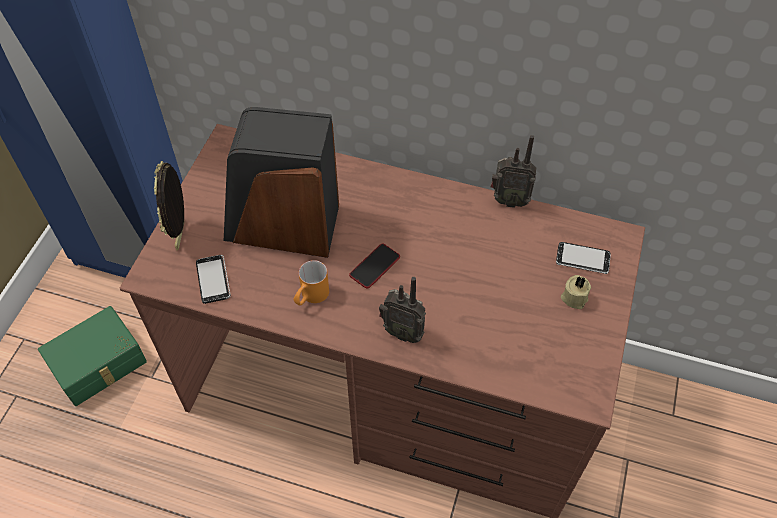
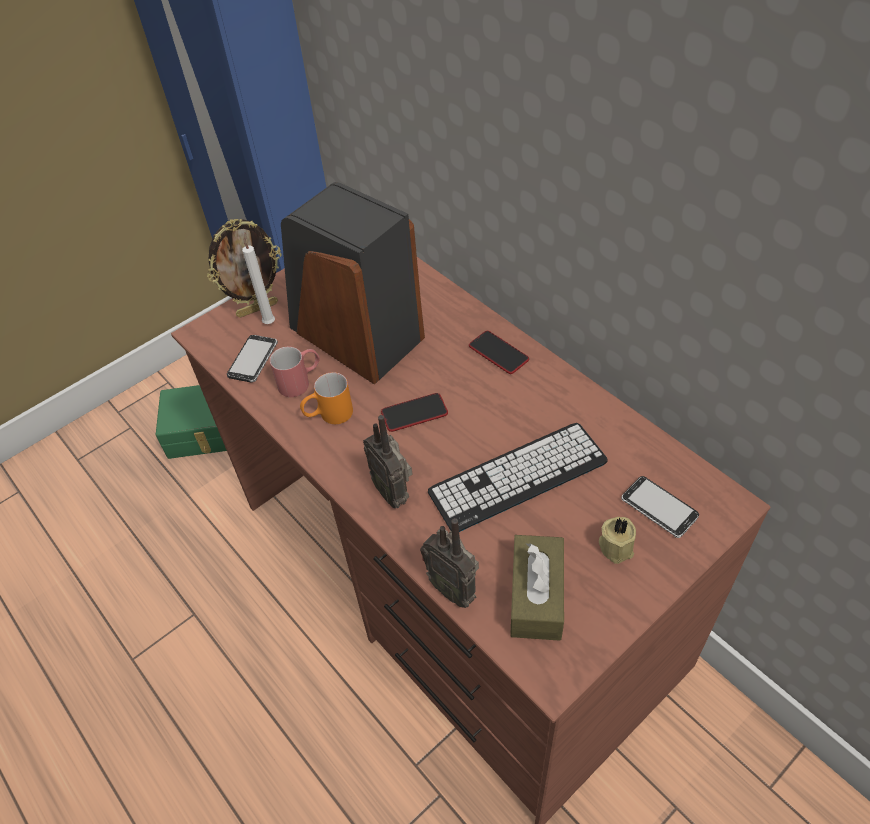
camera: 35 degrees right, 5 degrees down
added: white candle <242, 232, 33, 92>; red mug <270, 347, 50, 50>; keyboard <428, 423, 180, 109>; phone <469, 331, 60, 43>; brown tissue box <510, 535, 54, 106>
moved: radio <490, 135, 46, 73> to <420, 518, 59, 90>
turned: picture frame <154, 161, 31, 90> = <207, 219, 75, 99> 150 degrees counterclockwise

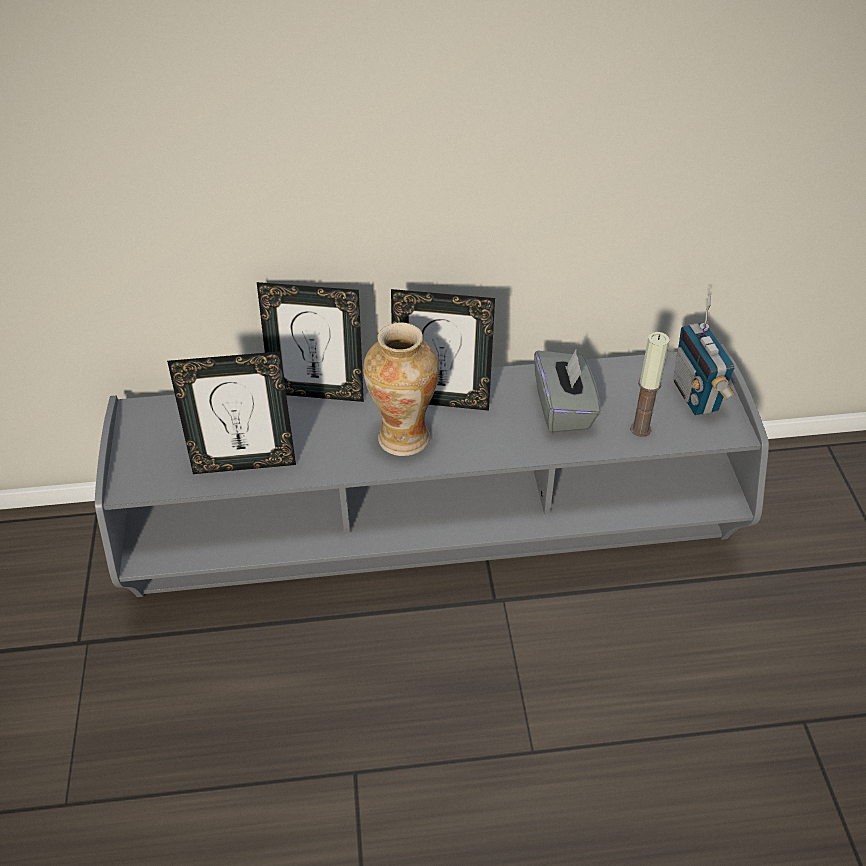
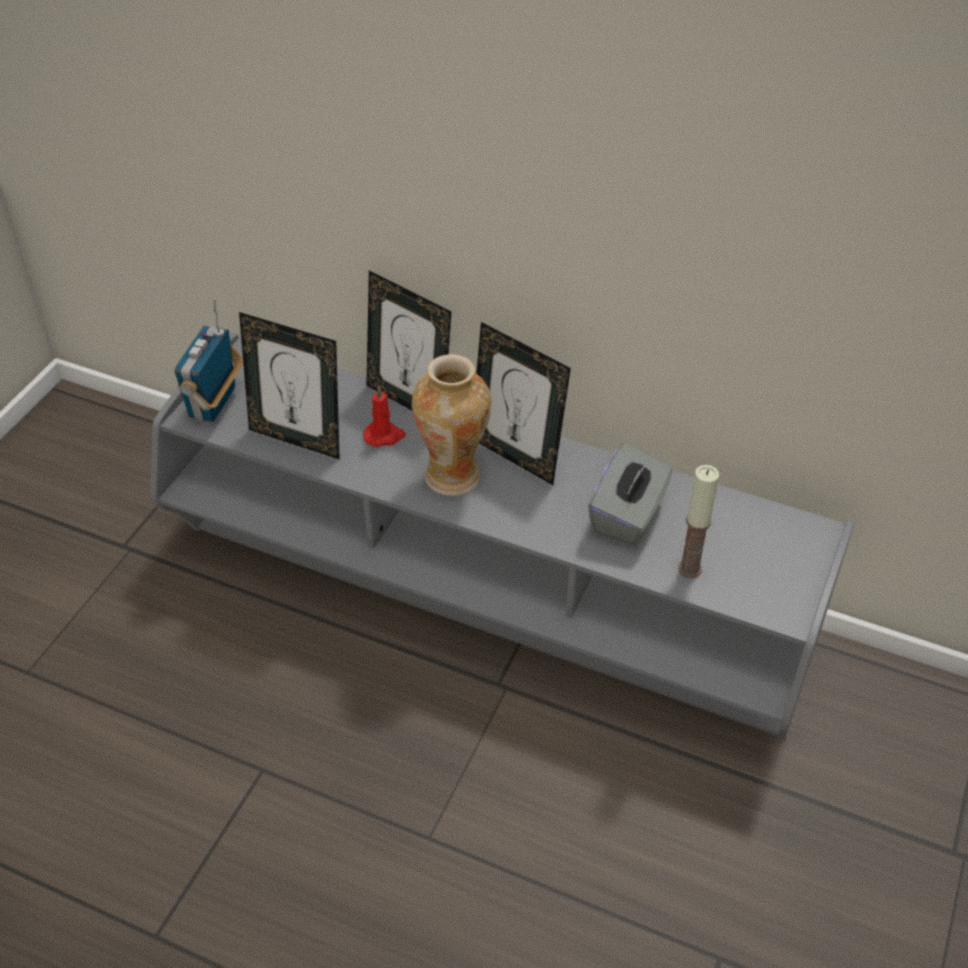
camera: 30 degrees right, 0 degrees up
added: red candle <363, 386, 43, 61>
moved: radio <673, 294, 62, 121> to <175, 298, 68, 124>

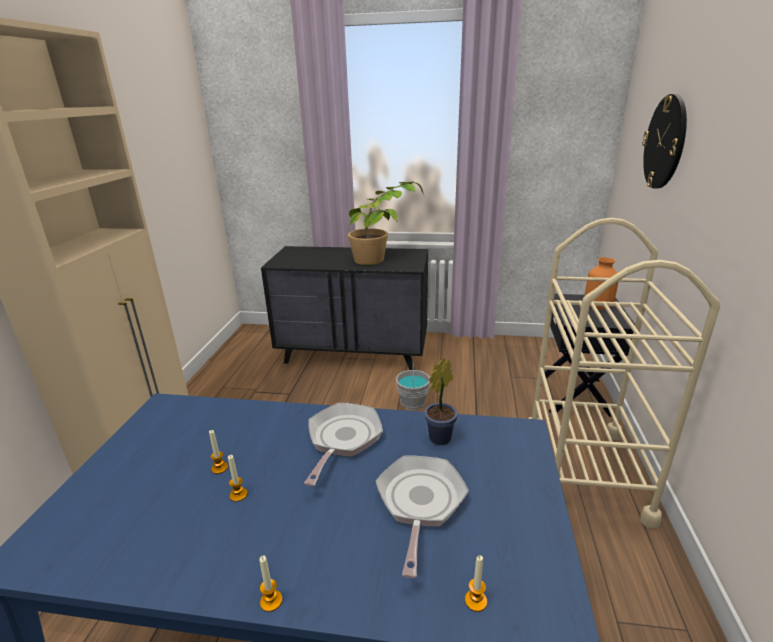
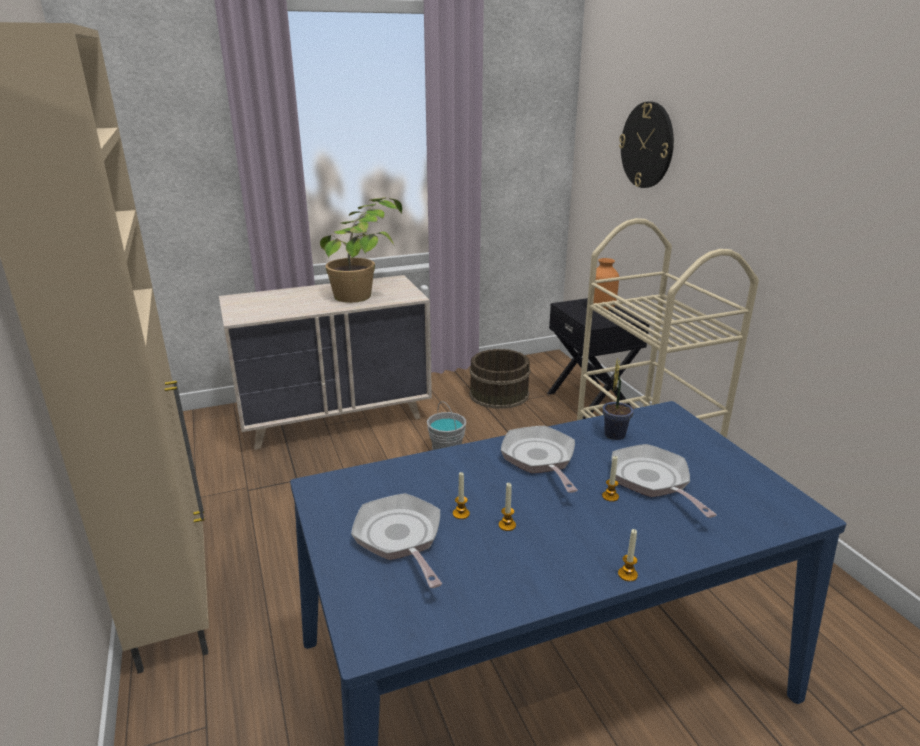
camera: 30 degrees left, 0 degrees up
added: frying pan <351, 493, 91, 95>; brown bucket <469, 349, 62, 60>
moved: candle <465, 555, 22, 57> to <602, 456, 17, 46>
recoloured: black dresser <261, 246, 167, 124> to beige dresser <219, 275, 213, 175>

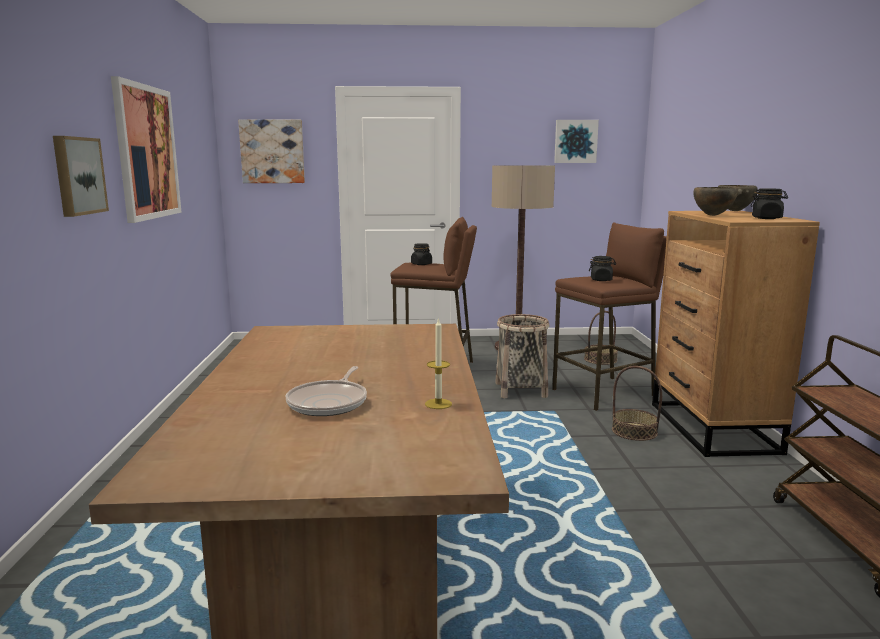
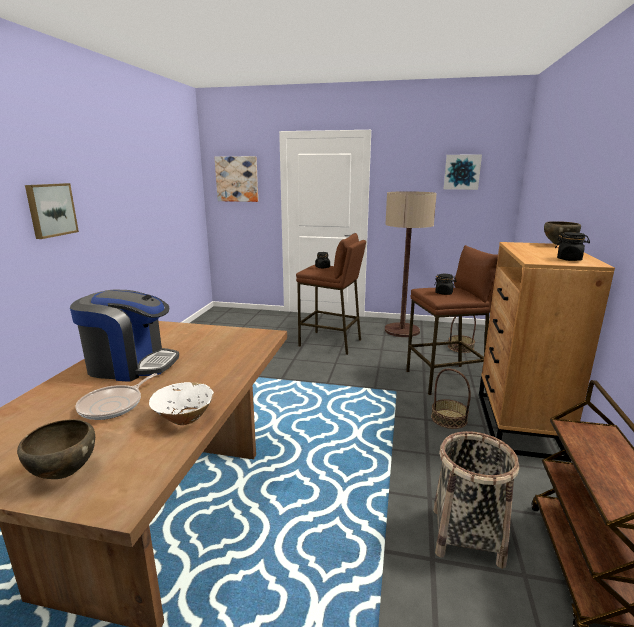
camera: 15 degrees right, 5 degrees up
removed: picture <111, 76, 71, 147>
added: coffee machine <70, 290, 109, 92>
moved: brown bowl <693, 187, 45, 29> to <17, 419, 78, 60>; basket <495, 314, 54, 84> to <433, 431, 86, 138>
replaced: candle <425, 318, 27, 91> to white bowl <149, 382, 65, 43>

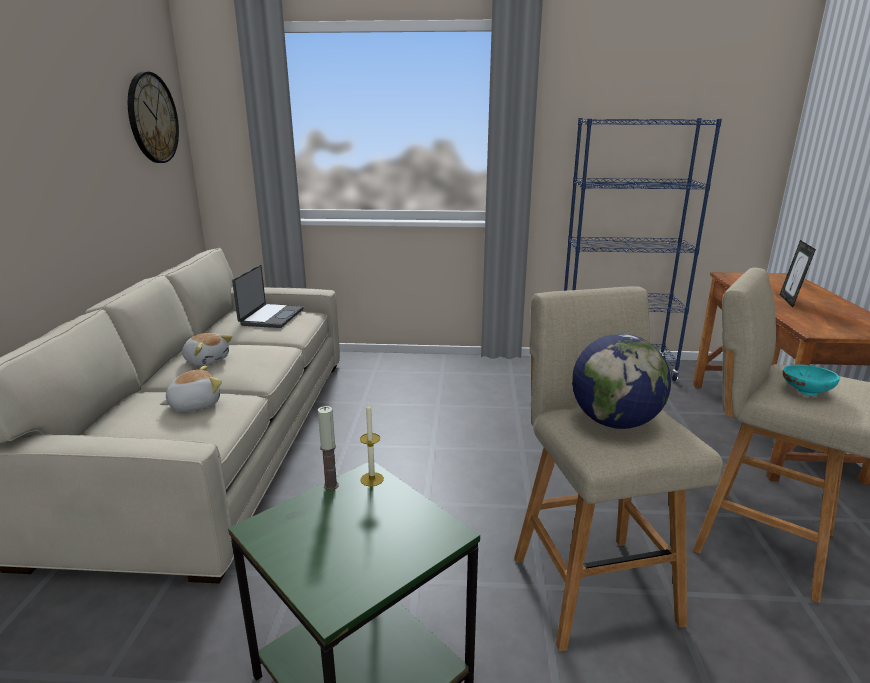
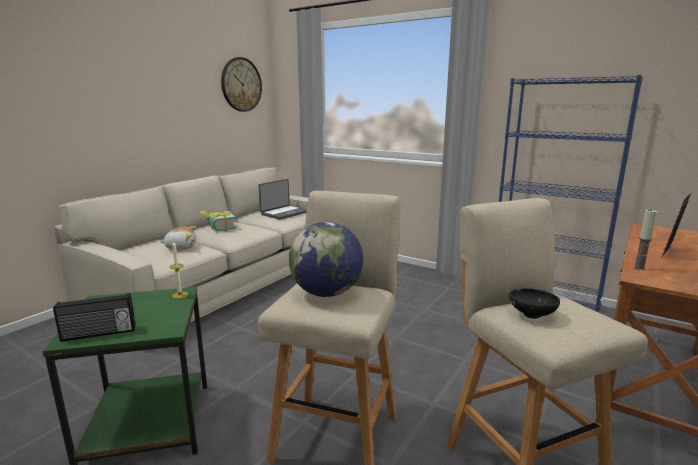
camera: 30 degrees right, 5 degrees down
added: radio <53, 293, 82, 49>
moved: candle <318, 406, 21, 84> to <633, 209, 24, 61>
replaced: plush toy <182, 333, 50, 33> to book <200, 210, 36, 21>
recoloured: turquoise bowl <783, 365, 57, 31> to black bowl <509, 288, 51, 31>

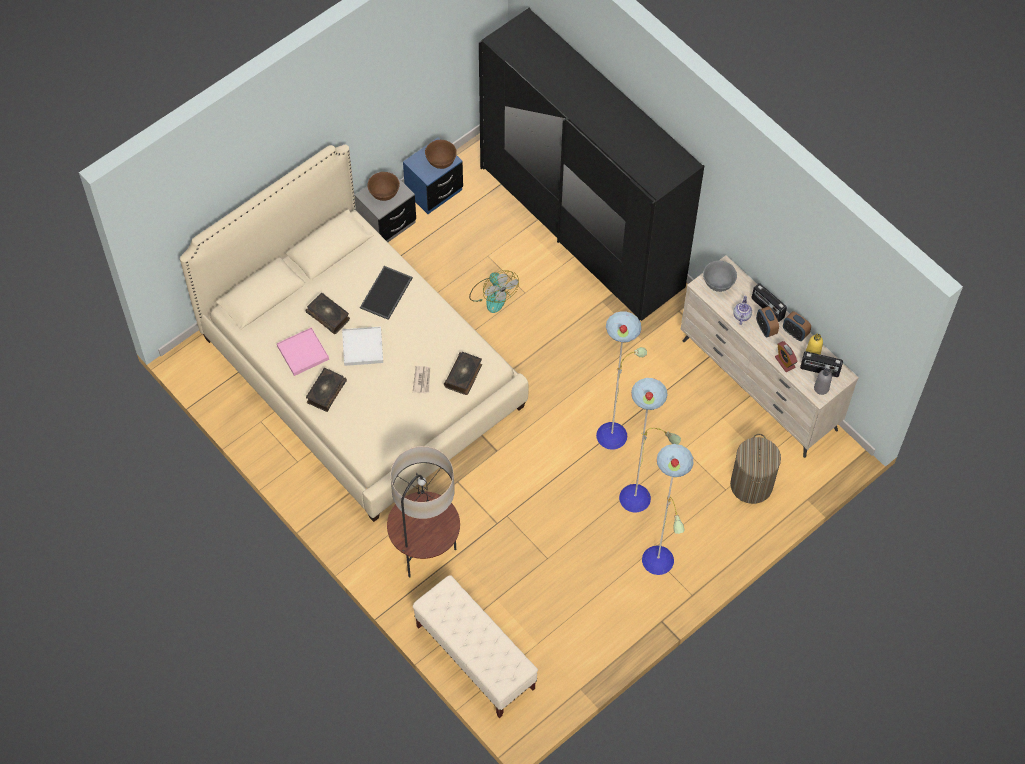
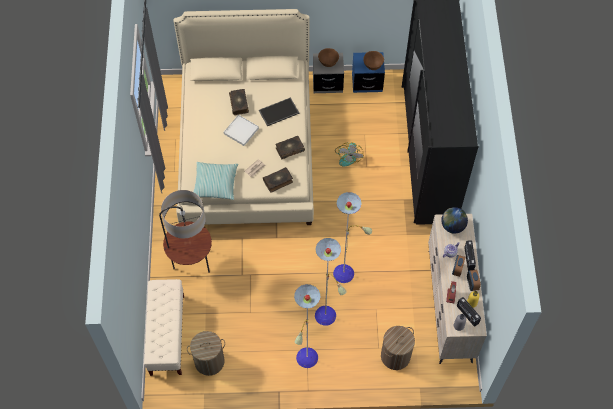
camera: 40 degrees right, 0 degrees up
removed: pink tray <277, 327, 52, 49>
added: laundry basket <187, 331, 38, 45>; pillow <193, 162, 45, 38>
moved: book <306, 368, 41, 44> to <275, 136, 30, 23>
replaced: grey bowl <703, 261, 34, 31> to globe <441, 207, 27, 27>

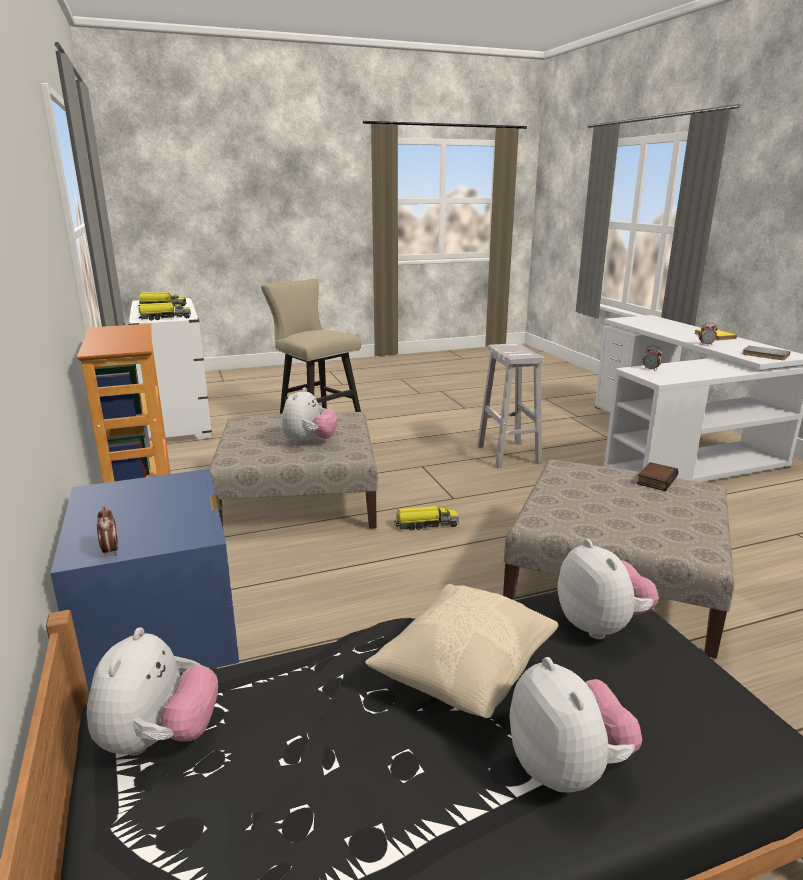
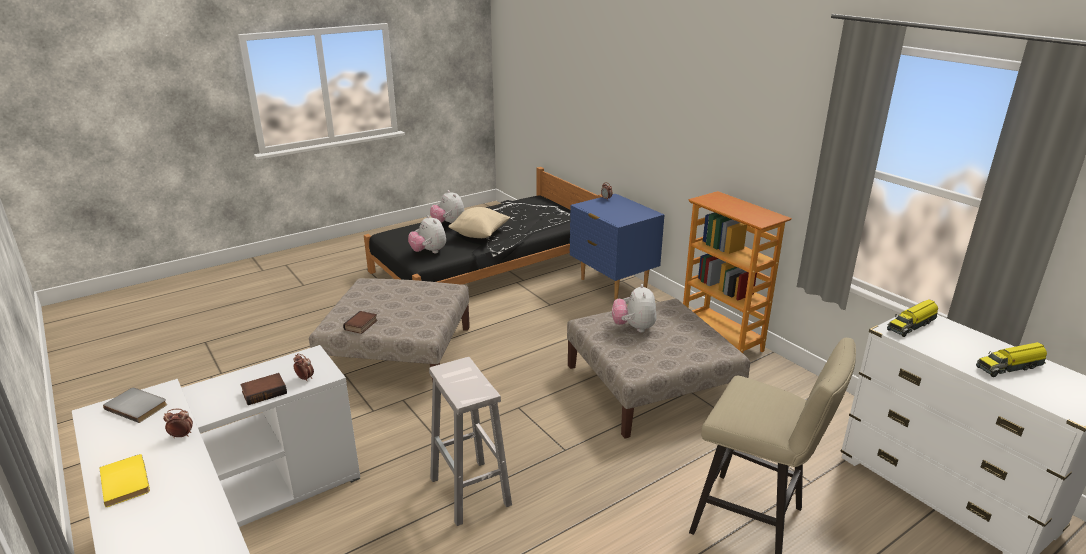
camera: 165 degrees right, 5 degrees up
removed: plush toy <87, 627, 131, 129>; toy truck <394, 506, 65, 24>
added: book <240, 373, 47, 32>

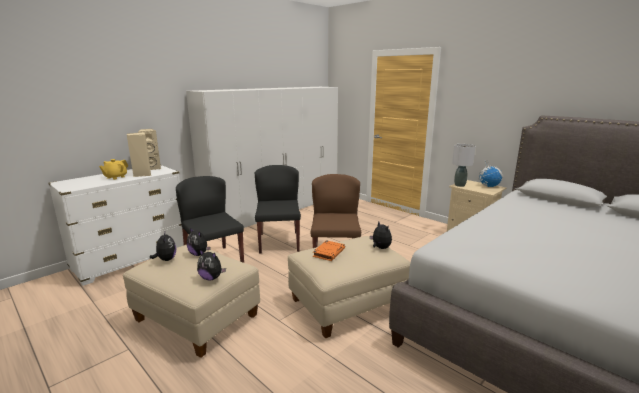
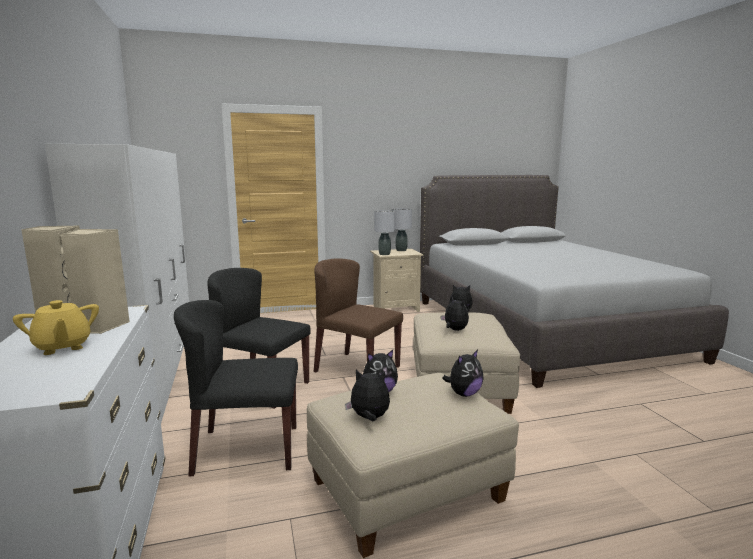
camera: 60 degrees left, 5 degrees down
replaced: globe <478, 160, 25, 27> to grey table lamp <392, 208, 20, 43>; orange book <313, 240, 32, 21> to plush toy <441, 296, 28, 35>

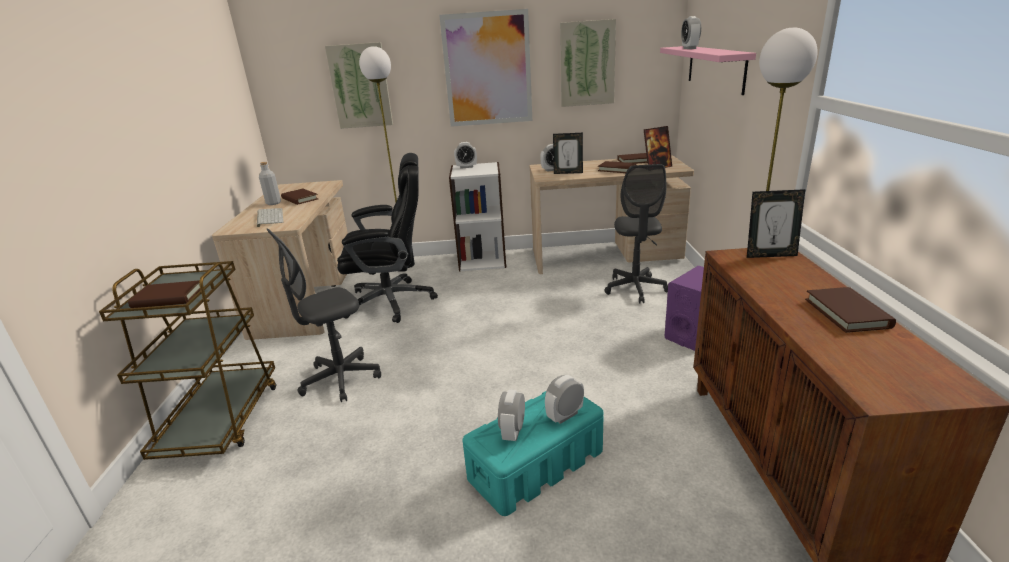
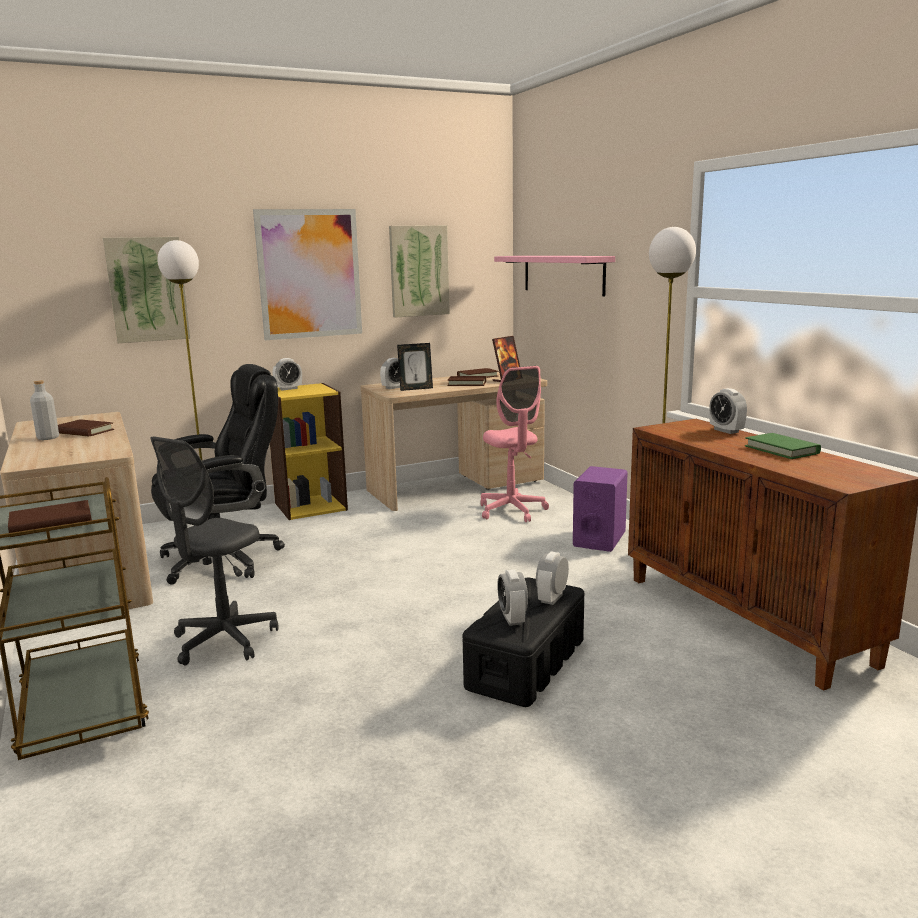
camera: 25 degrees left, 10 degrees down
removed: keyboard <257, 208, 27, 19>; picture frame <747, 189, 58, 69>
moved: alarm clock <681, 16, 20, 33> to <709, 388, 38, 46>
recoloured: white bookcase <449, 162, 57, 109> to yellow bookcase <270, 383, 78, 137>; turquoise storage box <463, 391, 141, 125> to black storage box <462, 577, 122, 130>; grey office chair <604, 164, 64, 139> to pink office chair <480, 366, 69, 156>; brown book <805, 287, 91, 46> to green book <745, 433, 76, 26>

